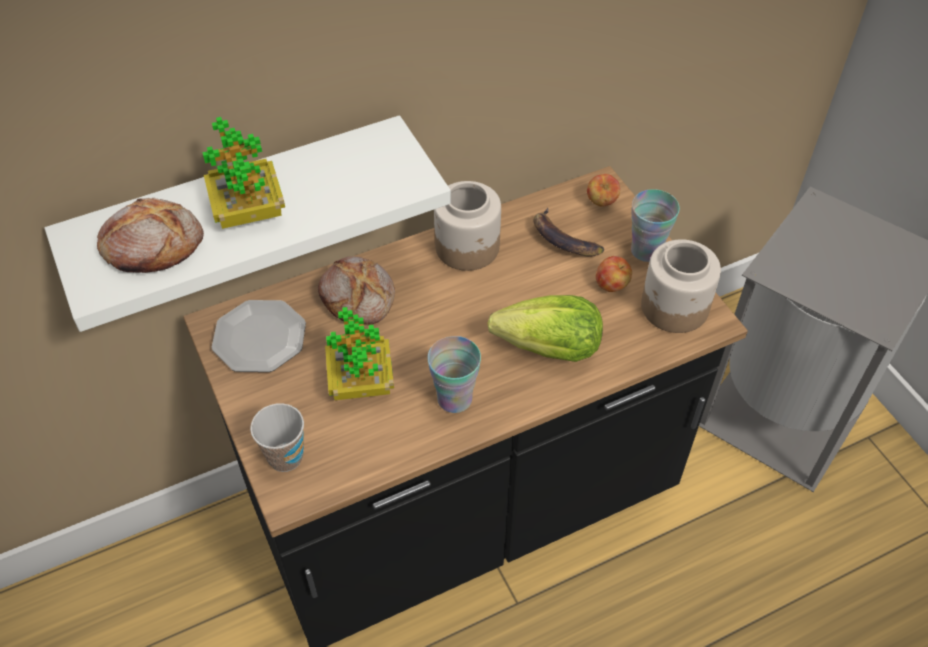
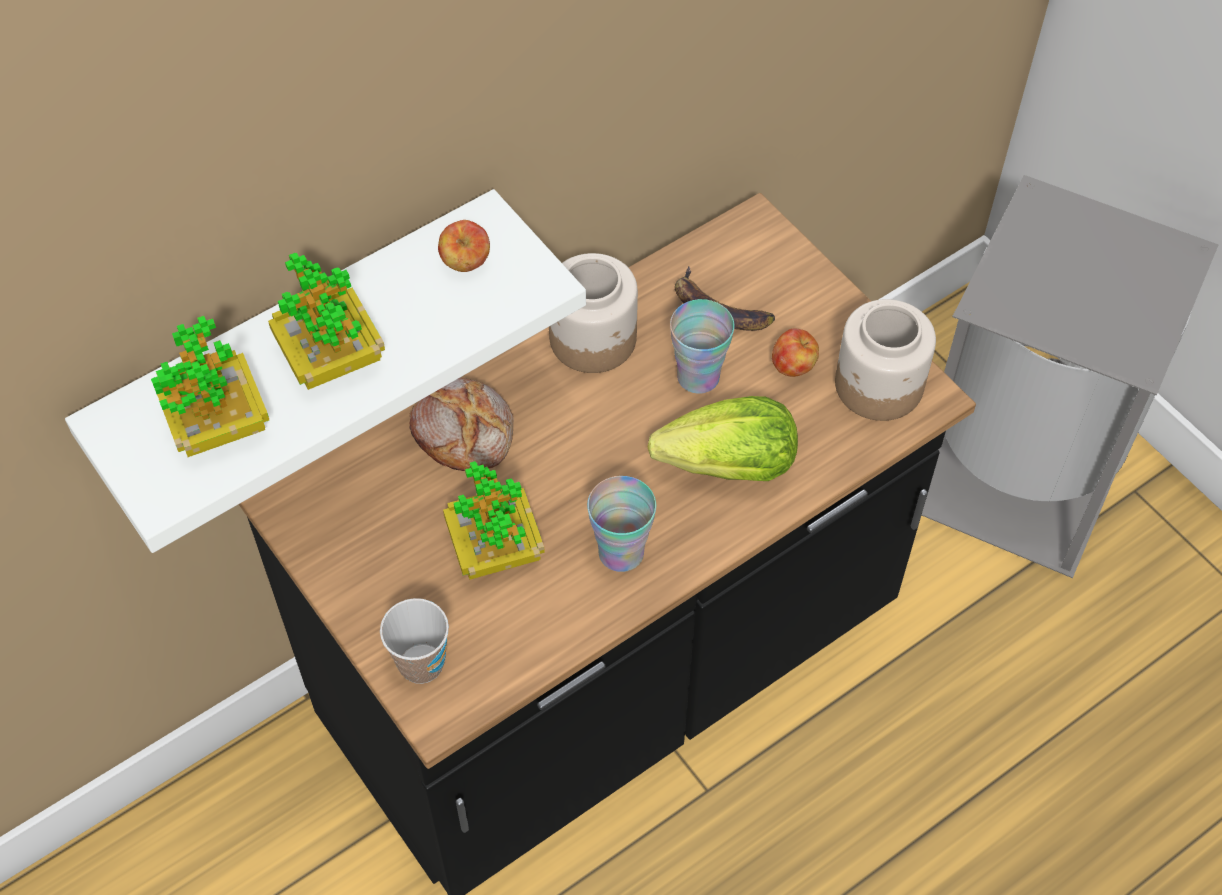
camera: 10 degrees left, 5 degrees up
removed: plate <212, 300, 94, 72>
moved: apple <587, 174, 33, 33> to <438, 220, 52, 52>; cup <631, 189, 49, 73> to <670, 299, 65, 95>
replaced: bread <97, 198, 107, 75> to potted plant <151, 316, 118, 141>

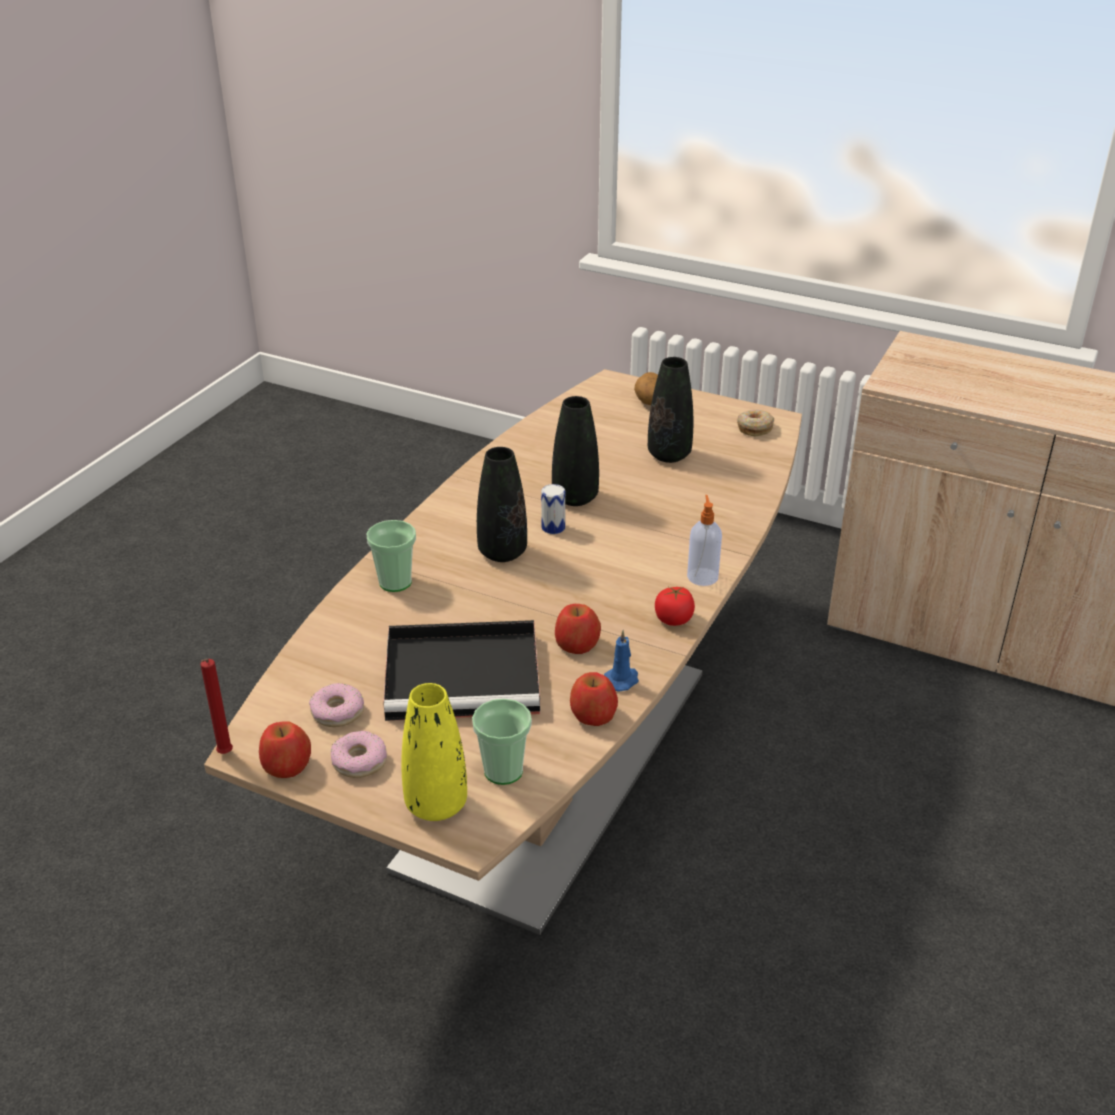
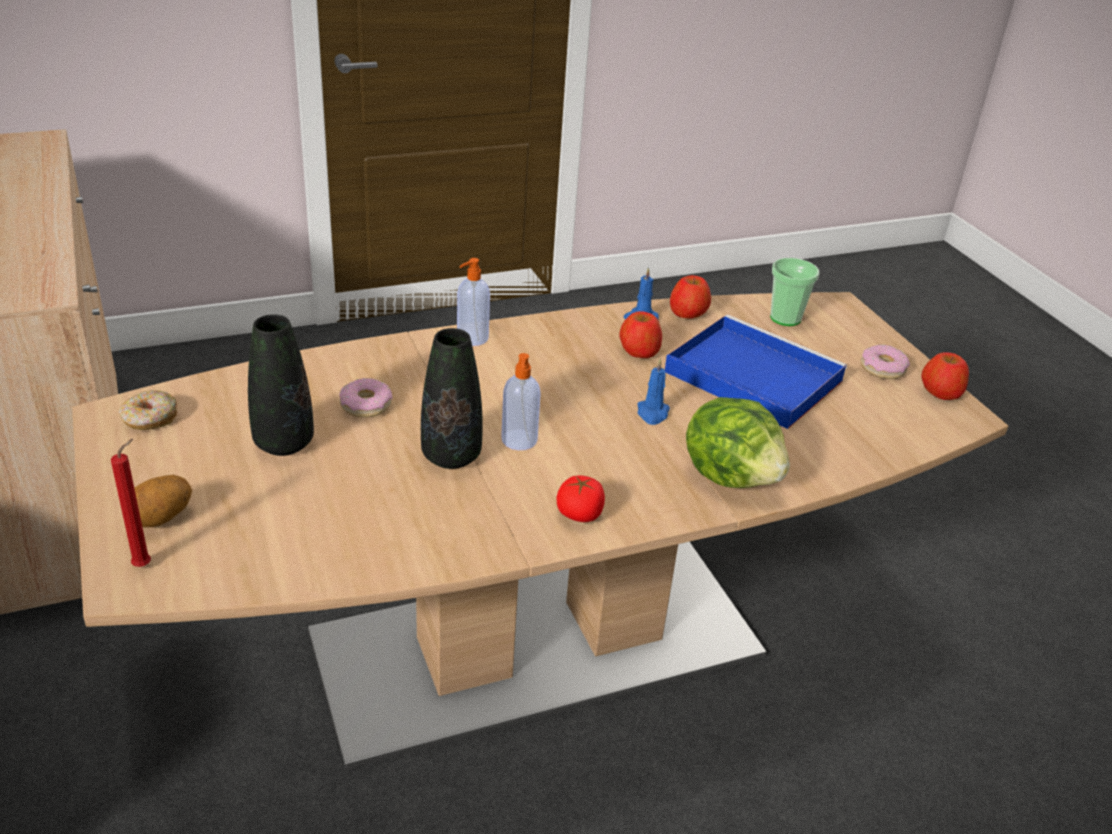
camera: 140 degrees left, 0 degrees up
removed: yellow vase <401, 683, 66, 138>; black vase <477, 447, 50, 115>
added: blue candle <638, 358, 32, 67>
moved: red candle <201, 659, 32, 95> to <111, 439, 40, 128>; donut <309, 683, 55, 44> to <340, 378, 52, 40>; tomato <655, 587, 40, 39> to <557, 475, 48, 47>
replaced: can <541, 484, 24, 50> to soap dispenser <501, 353, 40, 97>; cup <366, 520, 50, 72> to lettuce <686, 397, 104, 91>
recoloured: black tray <383, 620, 157, 101> to blue tray <665, 314, 182, 115>

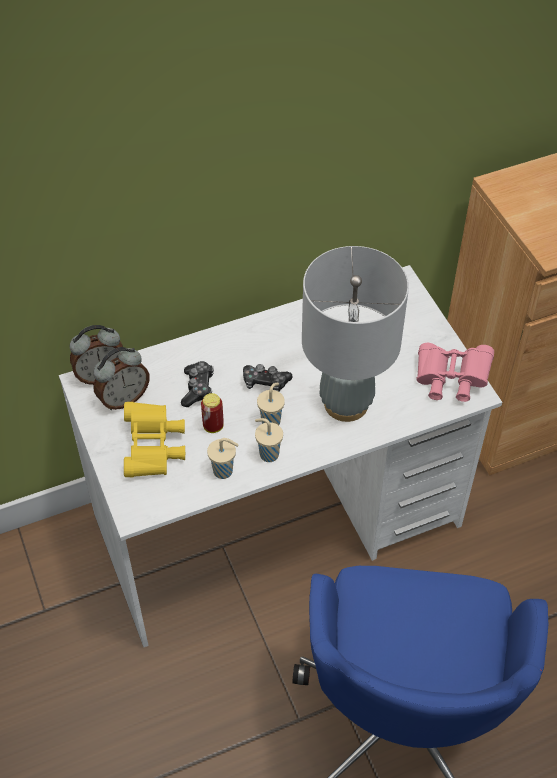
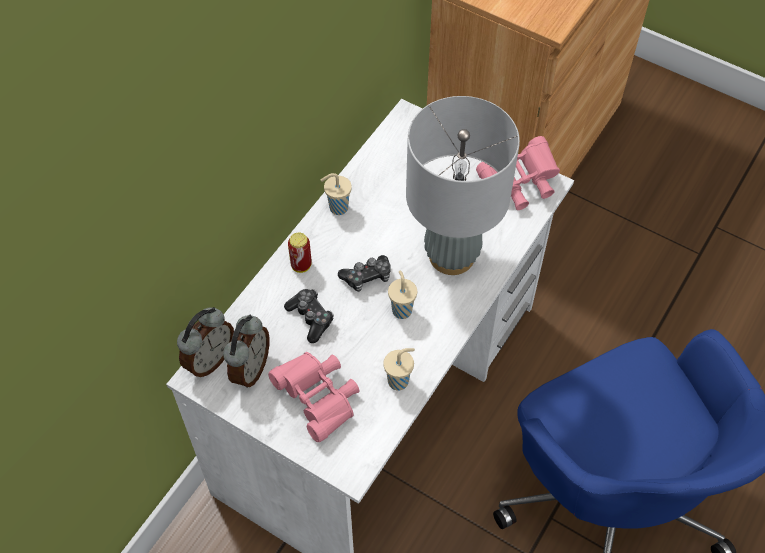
camera: 35 degrees left, 5 degrees up
moved: can <201, 393, 23, 40> to <288, 232, 24, 41>; beige cup <255, 418, 28, 44> to <321, 173, 31, 42>
recoloured: yellow binoculars <124, 402, 61, 75> to pink binoculars <268, 352, 91, 90>

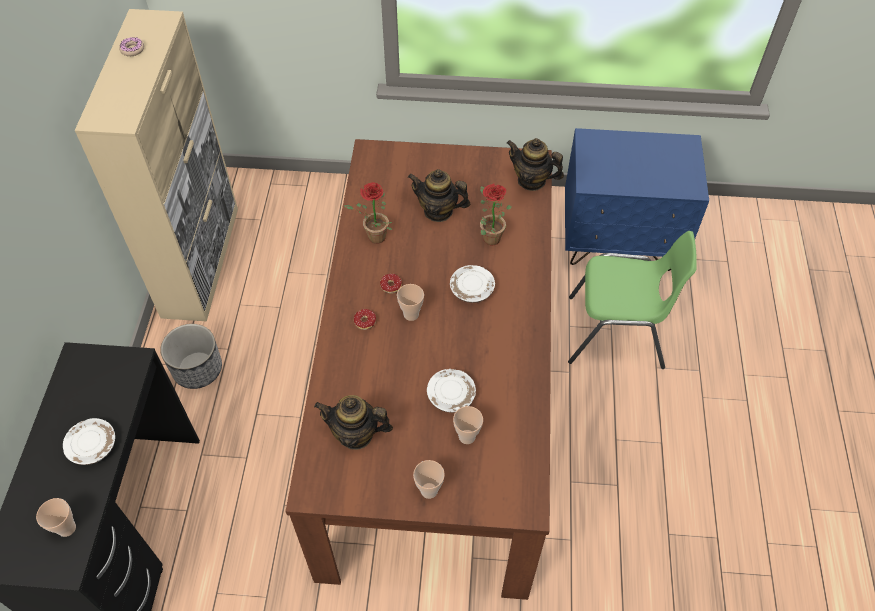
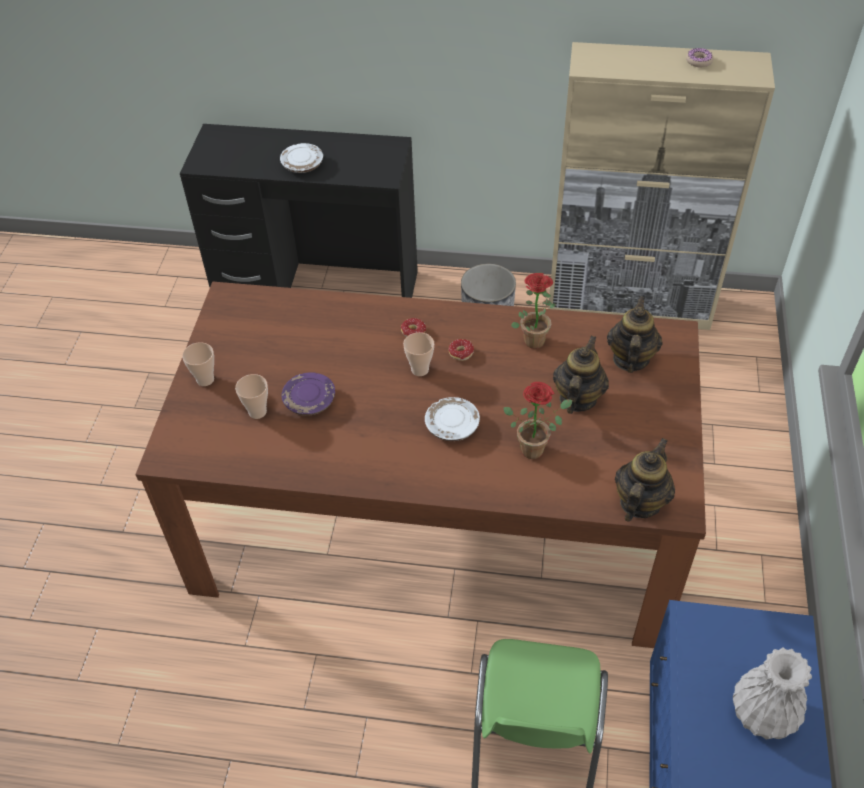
camera: 95 degrees right, 5 degrees down
removed: cup <36, 498, 40, 39>
added: white vase <733, 647, 79, 92>
moved: teapot <314, 395, 79, 55> to <607, 296, 56, 77>
recoloured: white plate <427, 369, 49, 44> to purple plate <282, 372, 53, 44>

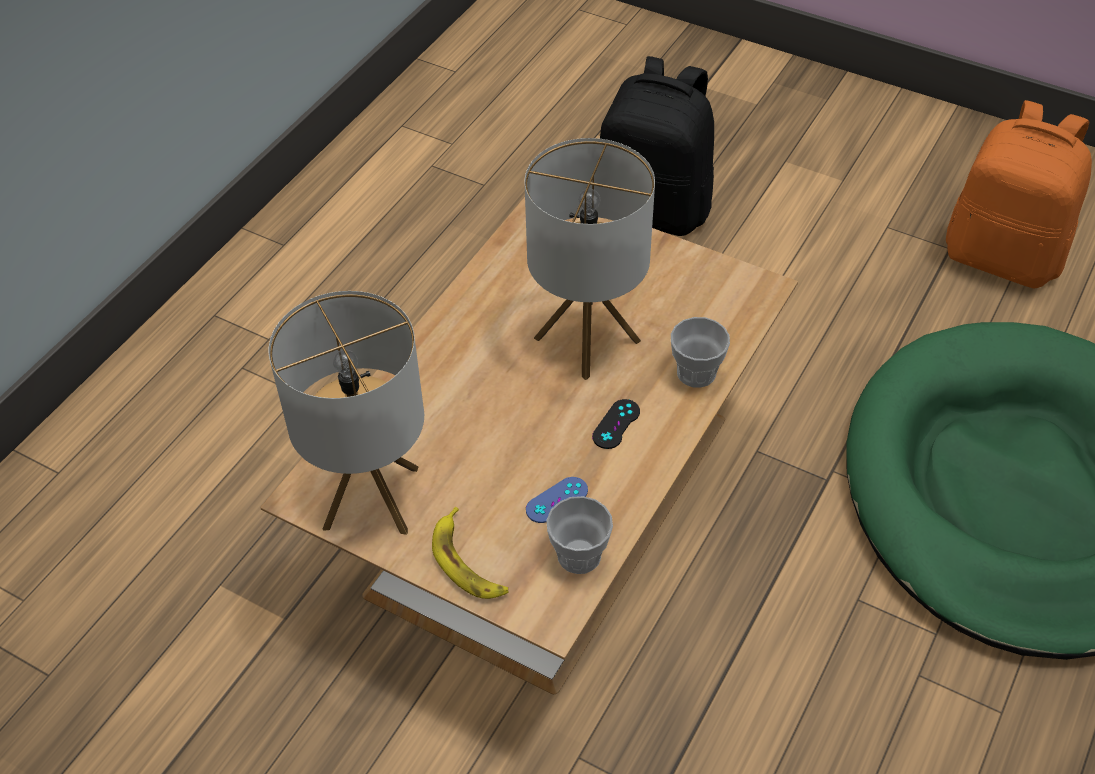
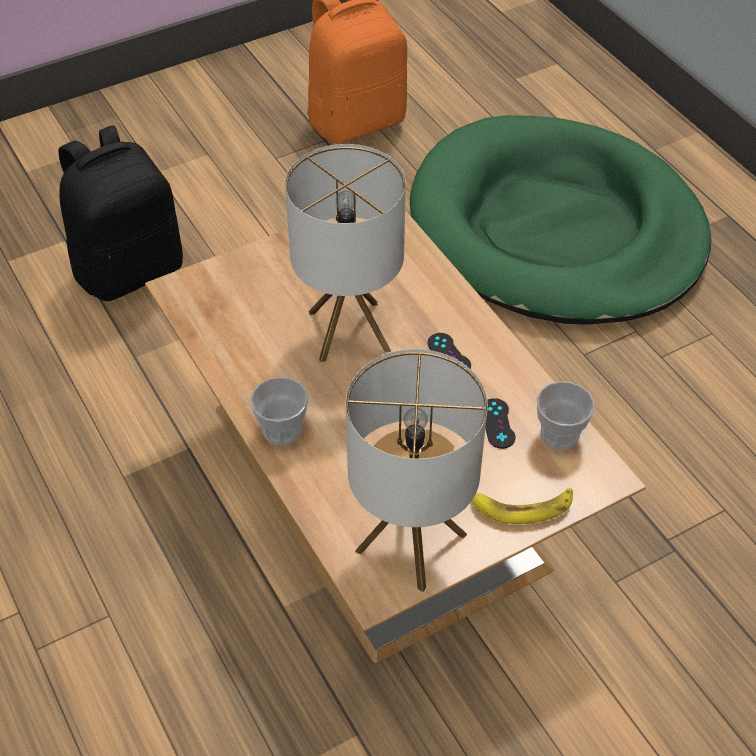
camera: 60 degrees left, 0 degrees up
moved: cup <671, 317, 59, 71> to <250, 377, 58, 68>
recoloured: blue game controller <526, 477, 62, 46> to black game controller <486, 398, 29, 51>

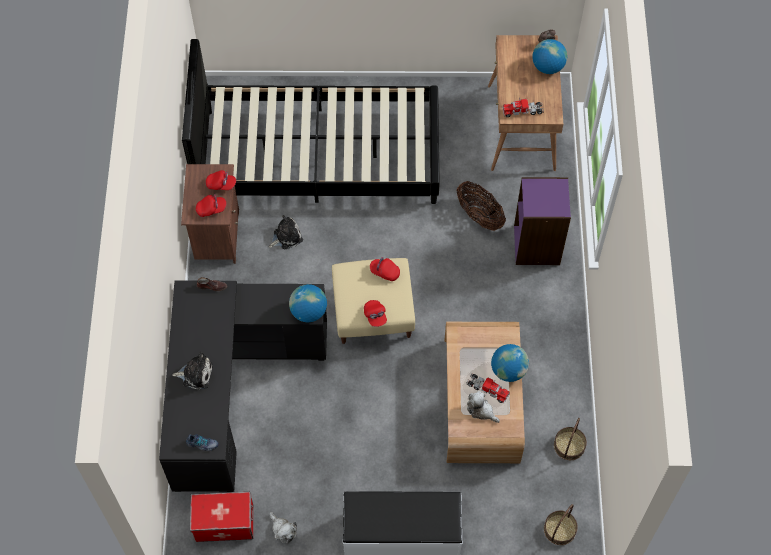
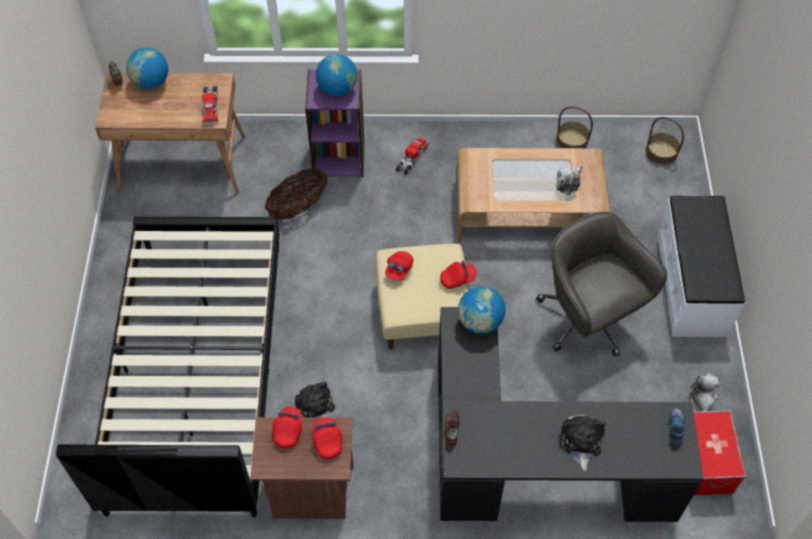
camera: 90 degrees left, 5 degrees down
added: grey office chair <536, 212, 131, 144>
moved: globe <491, 344, 38, 38> to <316, 54, 41, 42>; toy truck <466, 374, 44, 29> to <396, 137, 32, 38>
turned: plush toy <270, 512, 27, 31> = <690, 373, 30, 38> 45 degrees counterclockwise

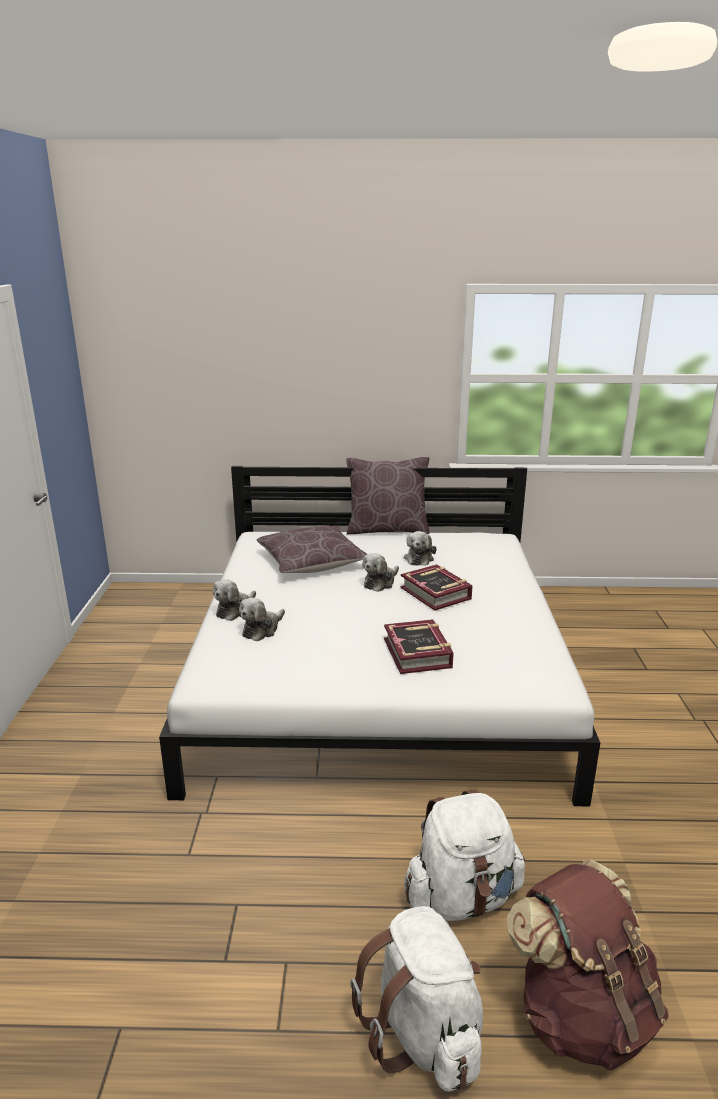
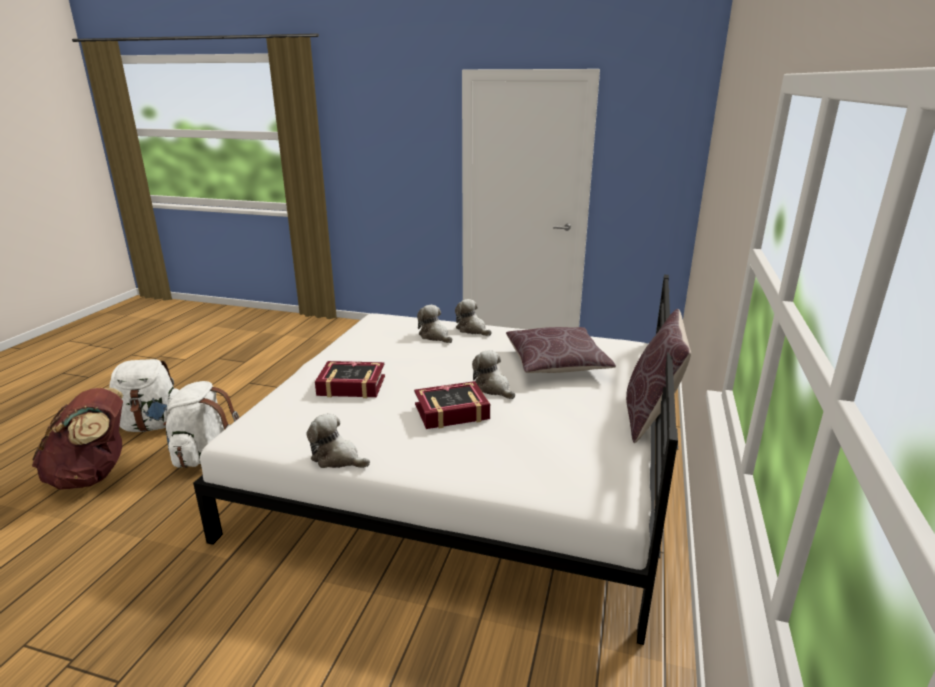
camera: 105 degrees right, 0 degrees up
moved: plush toy <404, 531, 32, 35> to <306, 413, 64, 55>

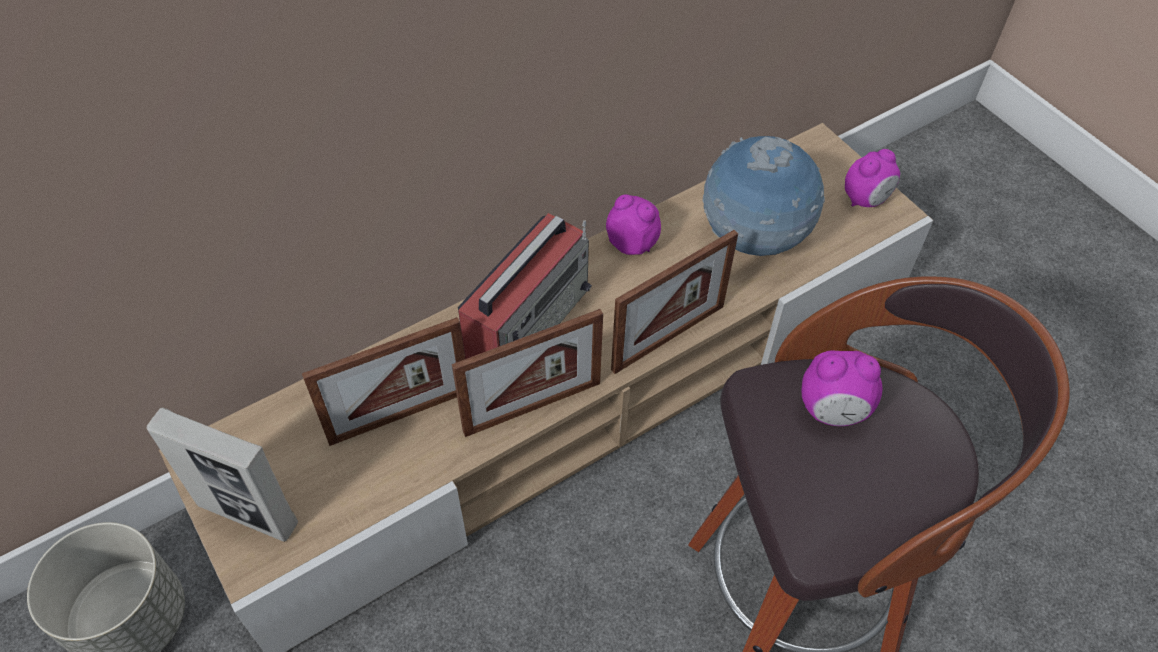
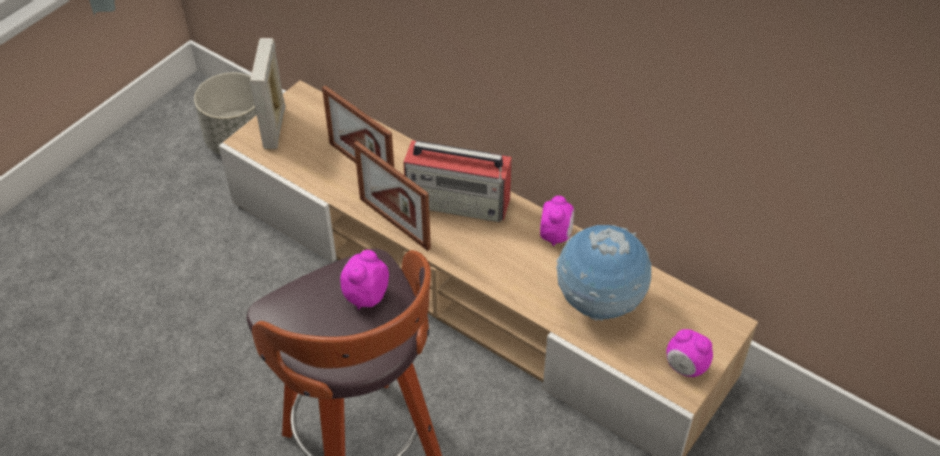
camera: 70 degrees right, 5 degrees down
removed: picture frame <611, 230, 127, 144>
turned: alarm clock <802, 350, 80, 76> = <340, 250, 49, 60> 45 degrees clockwise

